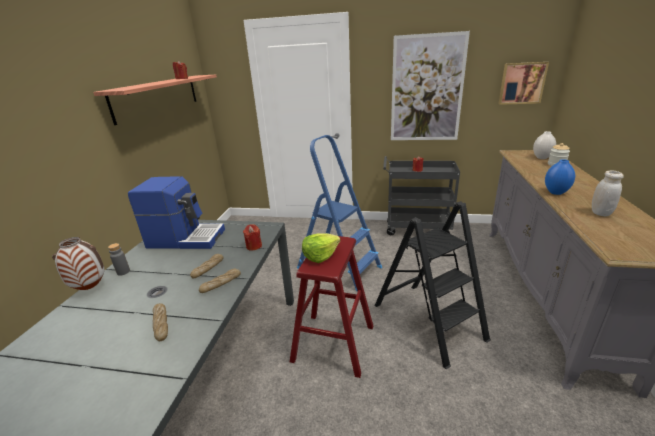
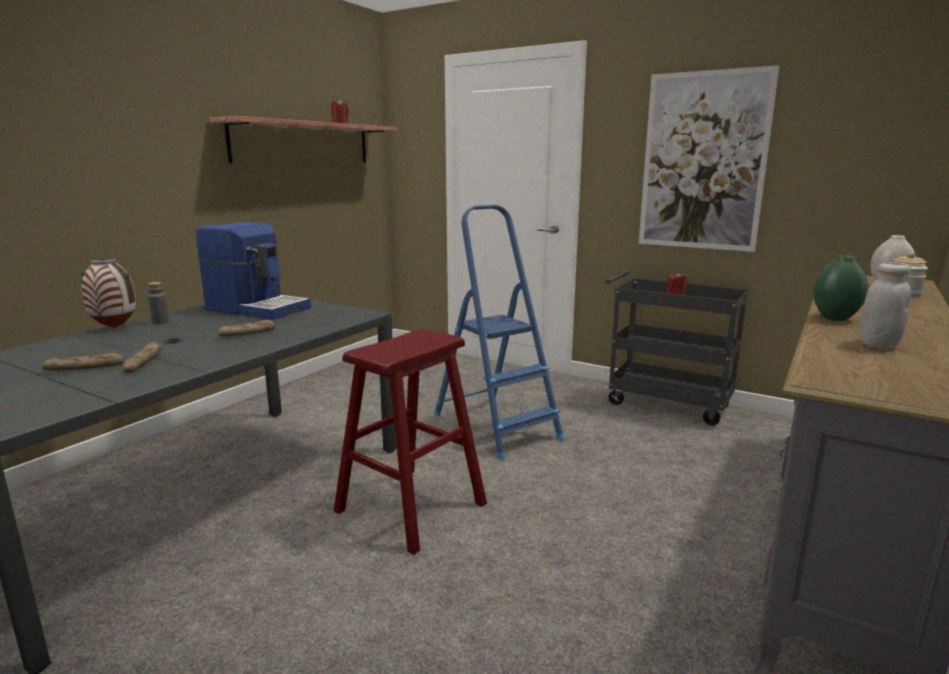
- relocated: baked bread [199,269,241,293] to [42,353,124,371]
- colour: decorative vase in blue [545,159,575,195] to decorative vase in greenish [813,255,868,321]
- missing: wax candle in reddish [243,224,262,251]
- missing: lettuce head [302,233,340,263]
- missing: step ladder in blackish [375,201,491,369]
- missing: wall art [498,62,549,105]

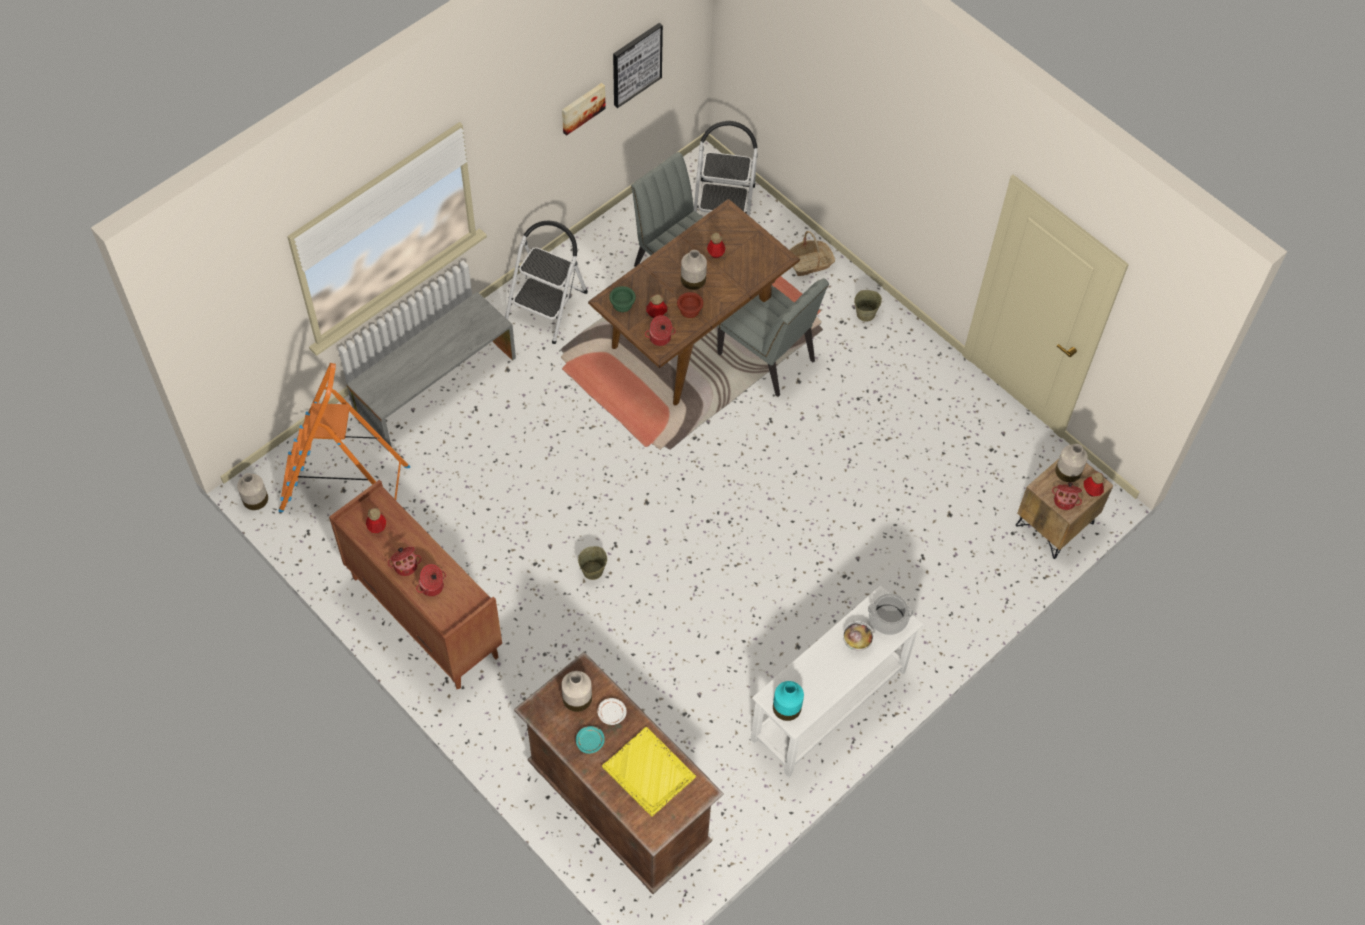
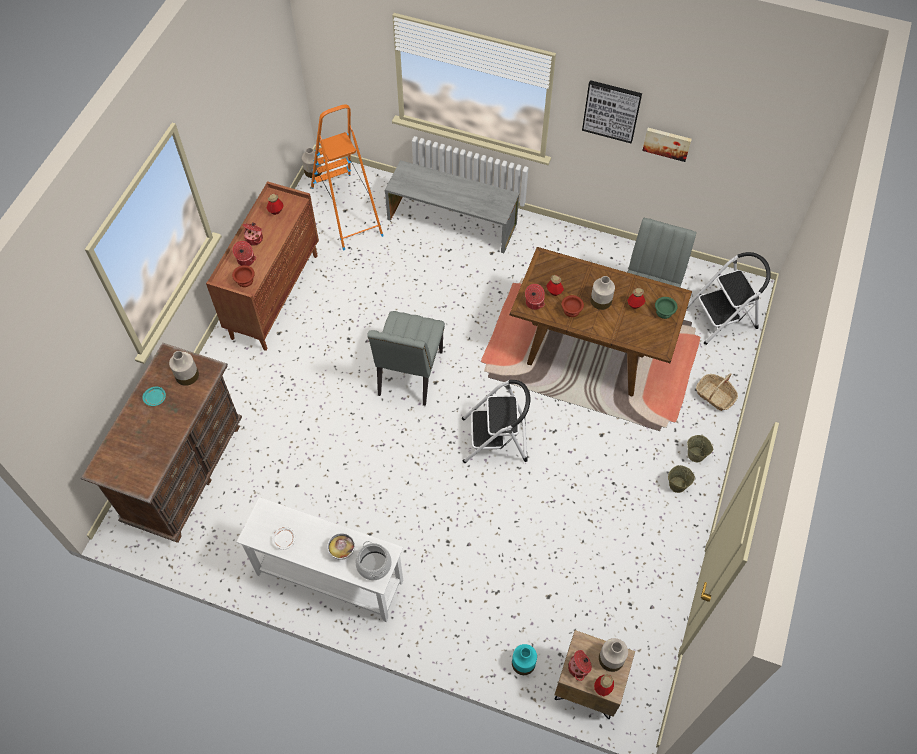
- appeared: bowl in brownish [232,265,255,287]
- relocated: dinner plate in white [597,698,627,725] to [272,527,296,550]
- relocated: plain chair in grey [717,278,829,397] to [367,311,445,406]
- relocated: step ladder [505,221,588,344] to [462,380,530,463]
- relocated: decorative vase in turquoise [773,681,804,721] to [512,644,537,675]
- relocated: wall art [613,23,663,108] to [582,80,642,143]
- relocated: bowl in greenish [609,286,636,312] to [655,297,677,319]
- relocated: water bucket in beige-coloured [578,546,607,580] to [668,465,695,493]
- missing: tray in yellowish [602,727,696,816]

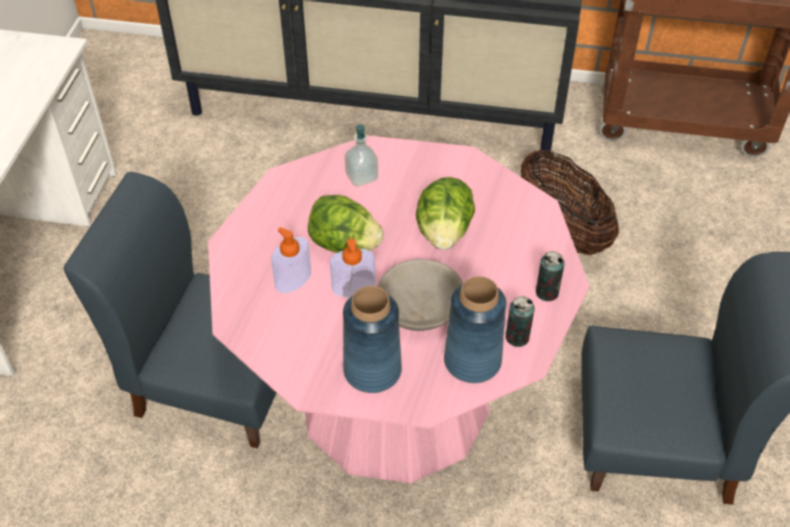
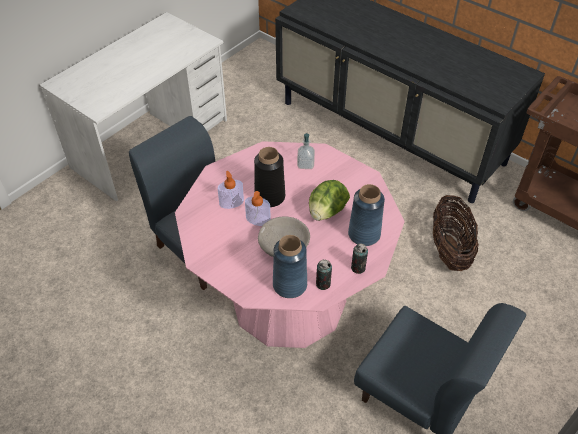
- exchanged: lettuce head [308,195,384,253] to decorative vase in blackish [254,147,285,207]
- relocated: decorative vase in blue [343,286,402,393] to [348,184,385,246]

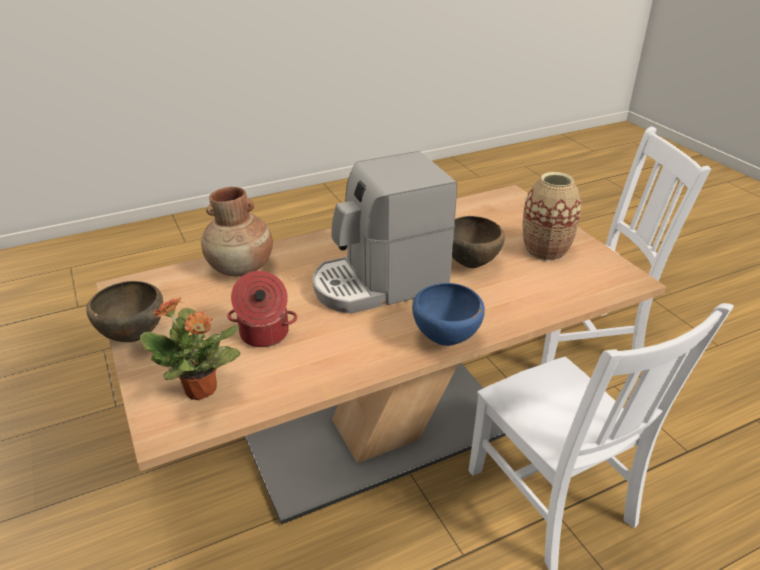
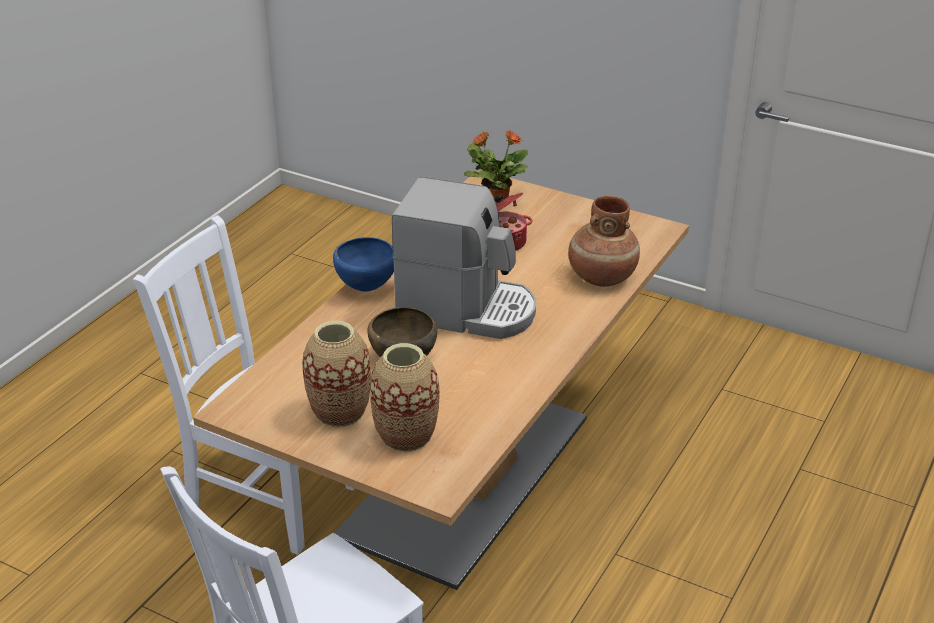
- appeared: decorative vase [370,343,440,452]
- spun: coffee machine [313,151,457,314] = [392,177,536,339] 75 degrees clockwise
- missing: bowl in brownish [86,281,163,342]

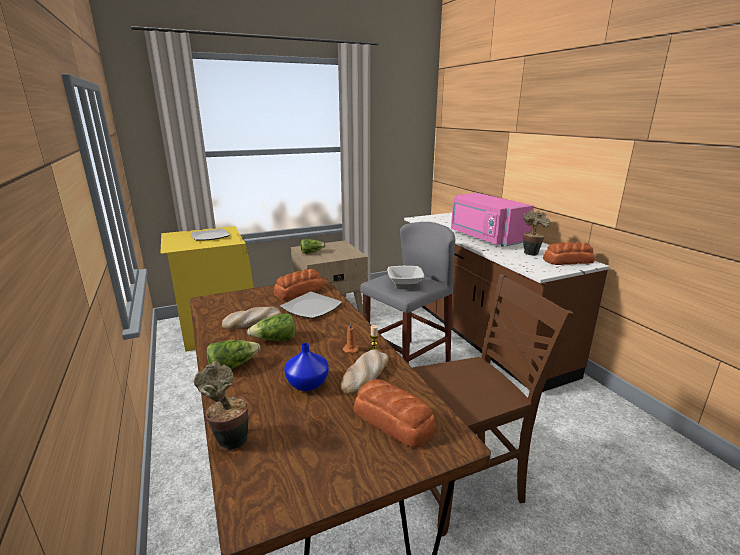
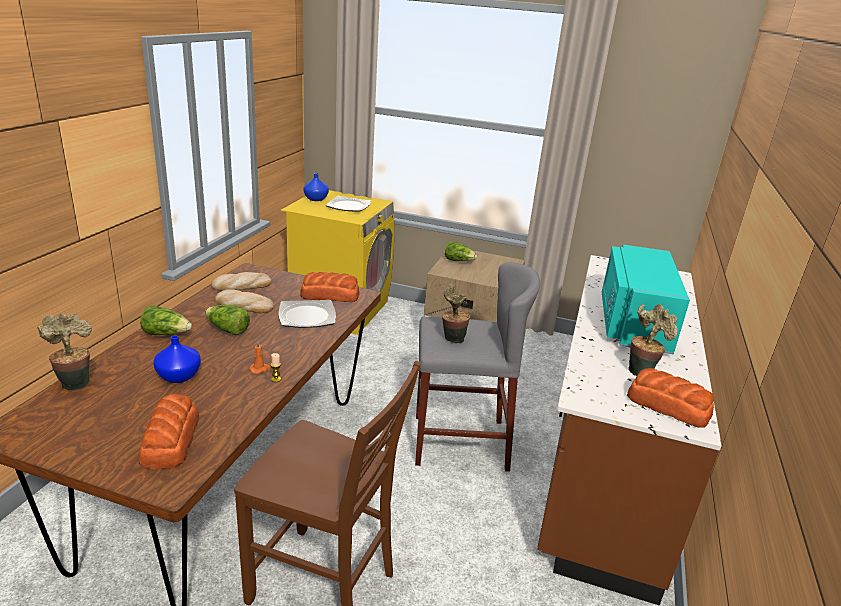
- relocated: baked bread [341,349,389,394] to [211,272,272,291]
- appeared: decorative vase in blue [303,173,329,201]
- exchanged: bowl [387,266,424,289] to plant in a pot [442,283,470,344]
- colour: microwave in pink [451,193,534,247] to microwave in turquoise [602,245,690,355]

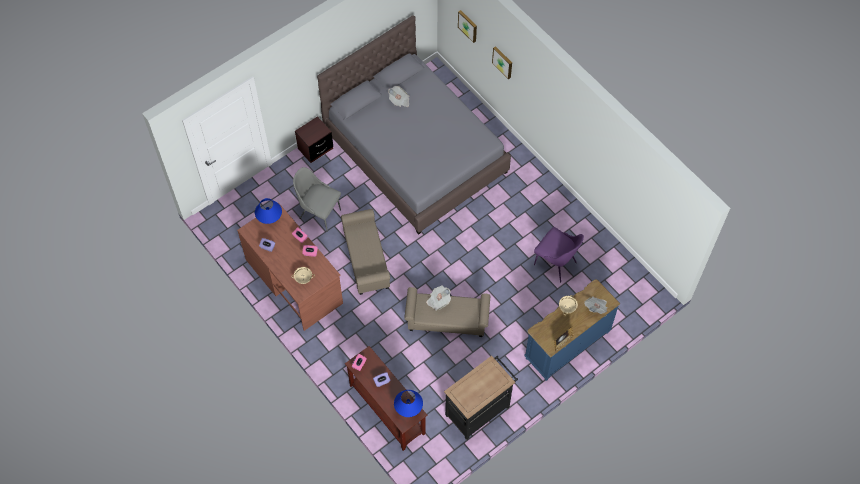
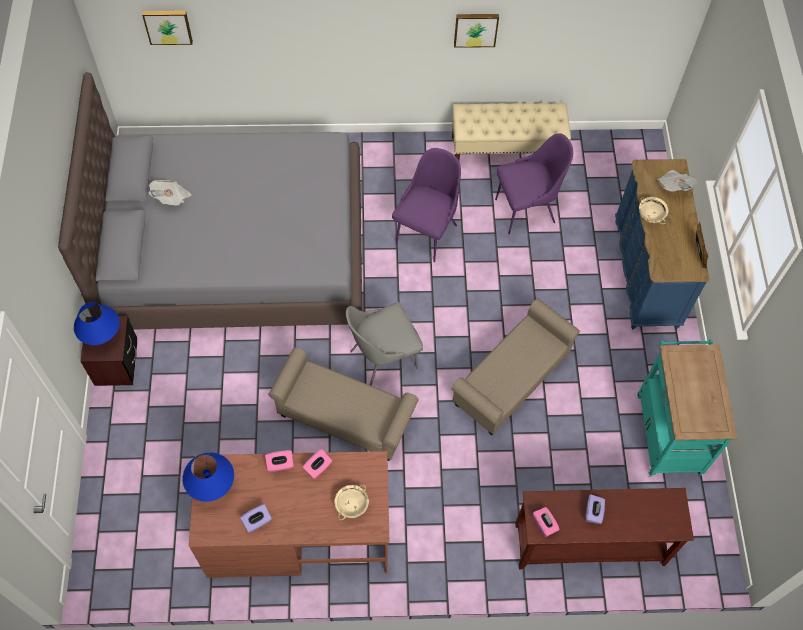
- relocated: table lamp in blue [394,390,423,417] to [74,302,120,345]
- relocated: plain chair in grey [293,167,341,232] to [346,302,423,386]
- appeared: plain chair in purple [392,148,461,262]
- appeared: bench in beige-coloured [452,103,571,160]
- relocated: wall art [492,46,512,79] to [454,14,499,48]
- colour: trolley in blackish [444,356,518,440] to trolley in turquoise [638,339,737,477]
- missing: printed paper [426,286,451,311]

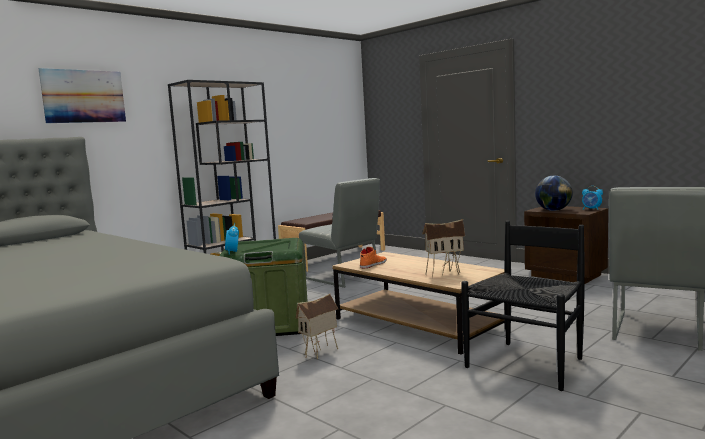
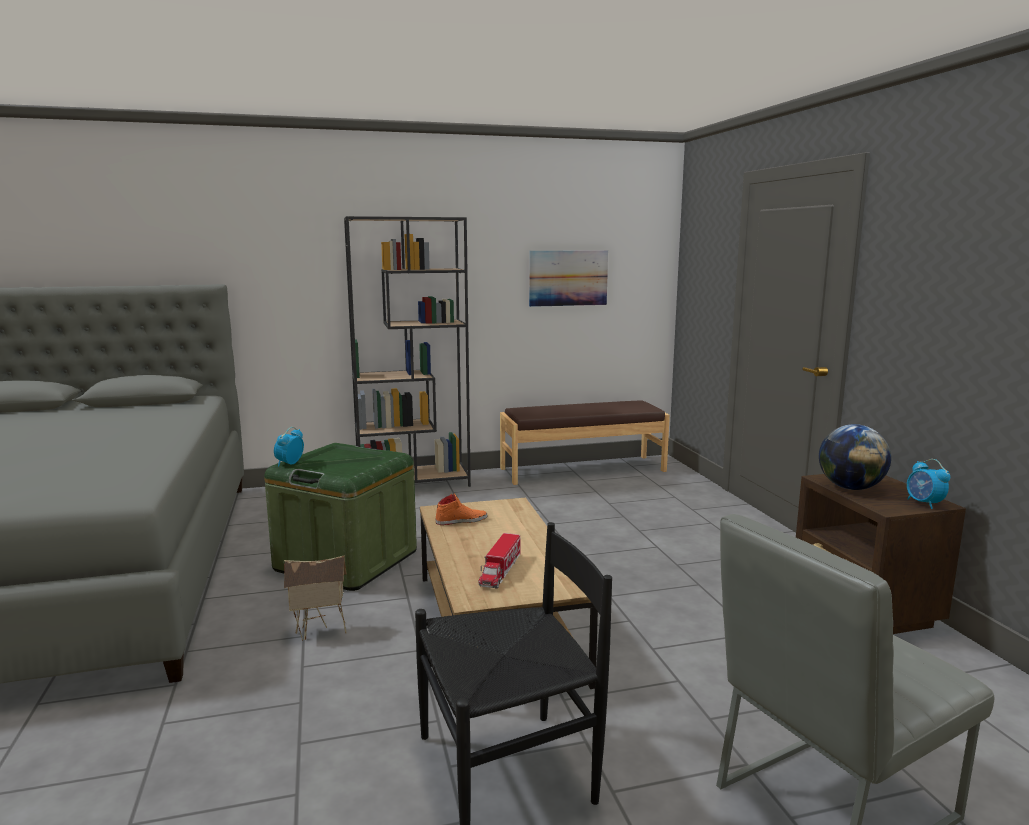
- exchanged: toy house [422,219,465,278] to toy truck [479,533,521,589]
- relocated: wall art [39,68,126,123] to [529,250,608,307]
- missing: plain chair in grey [299,178,380,288]

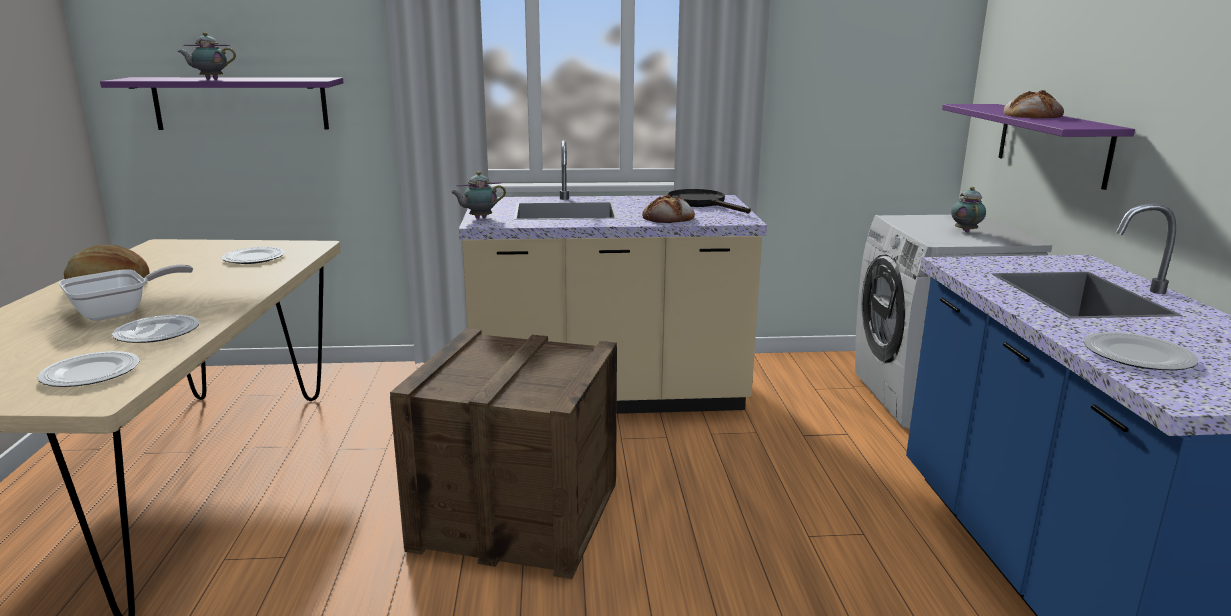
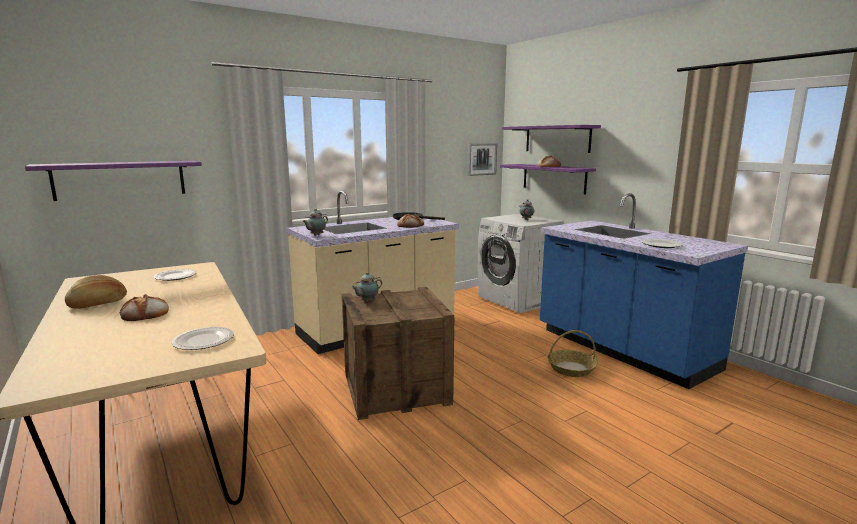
- exchanged: pan [58,265,193,321] to baked bread [119,294,169,321]
- relocated: pot for tea [178,32,236,80] to [351,272,382,302]
- appeared: wall art [467,143,497,176]
- appeared: wall shelf in purple [502,125,601,153]
- appeared: basket [547,330,598,377]
- missing: dinner plate [112,315,199,343]

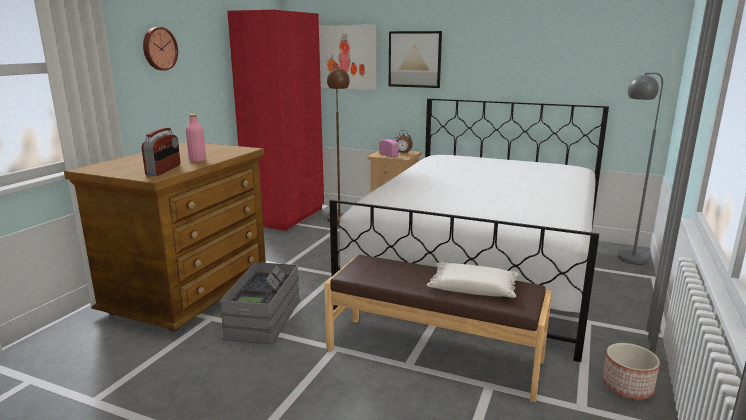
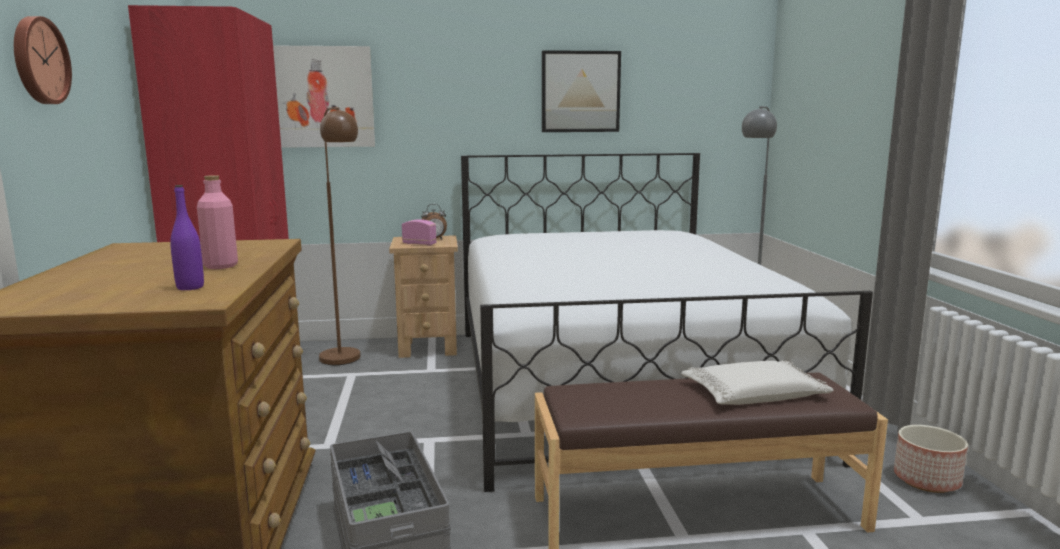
- exchanged: radio set [142,128,180,176] to beverage bottle in purple [170,185,204,290]
- relocated: wall art [389,31,442,88] to [542,50,621,132]

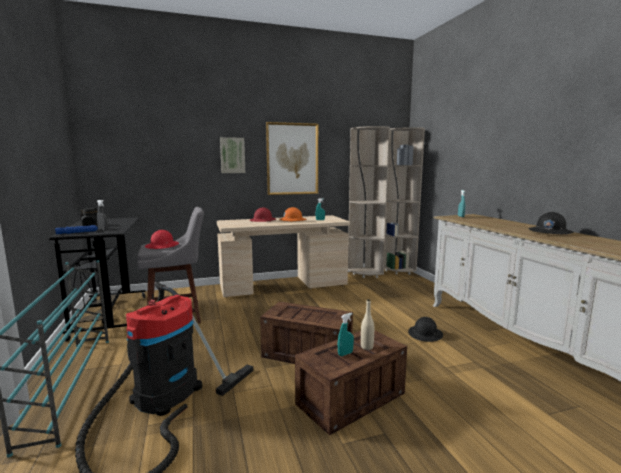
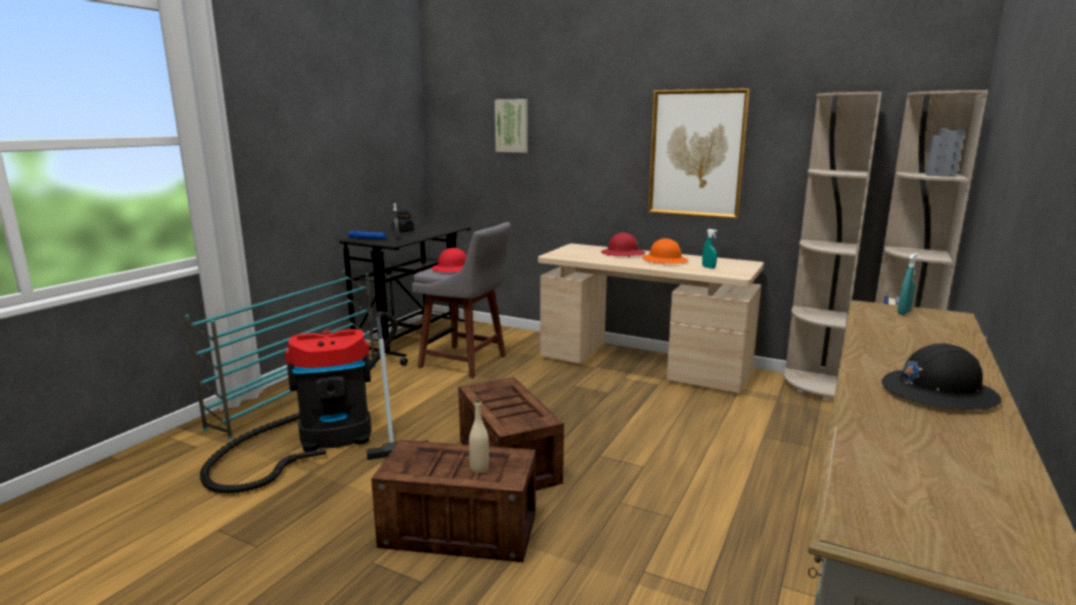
- relocated: wall art [220,137,245,173] to [495,99,528,153]
- missing: spray bottle in turquoise [338,313,354,356]
- missing: safety helmet in blackish [408,317,443,342]

